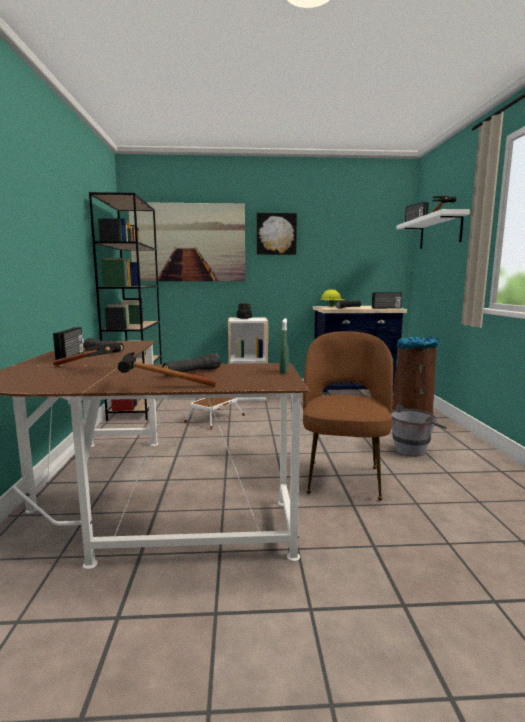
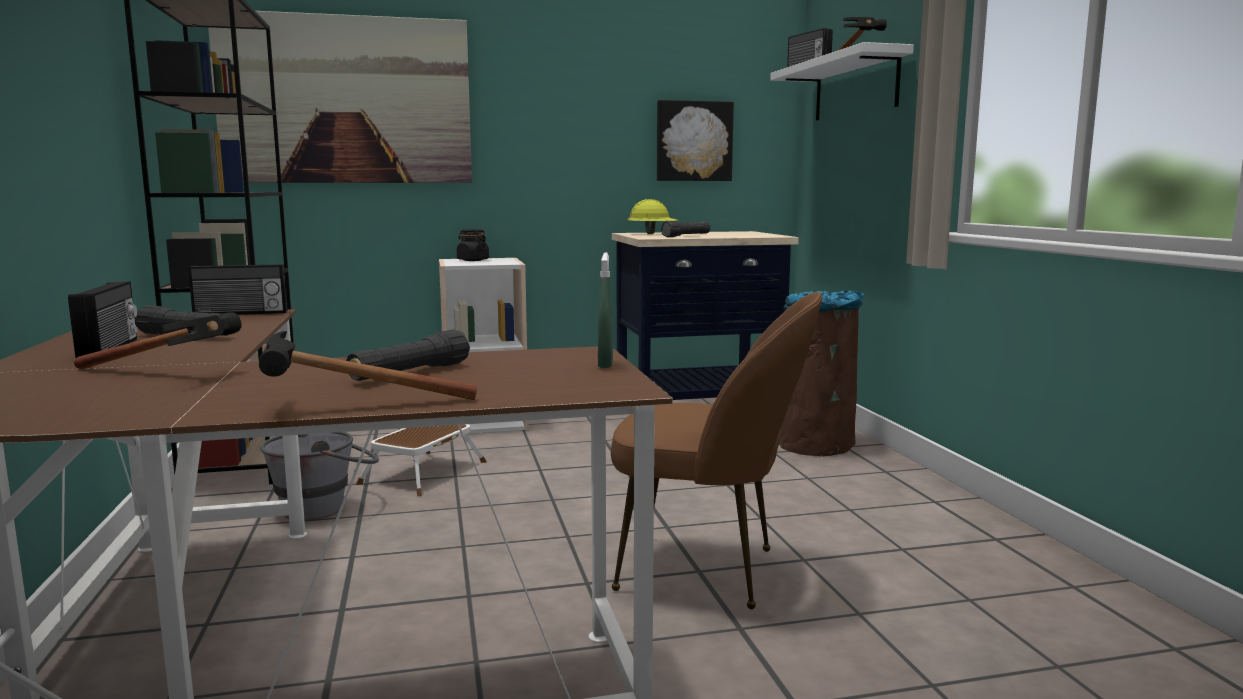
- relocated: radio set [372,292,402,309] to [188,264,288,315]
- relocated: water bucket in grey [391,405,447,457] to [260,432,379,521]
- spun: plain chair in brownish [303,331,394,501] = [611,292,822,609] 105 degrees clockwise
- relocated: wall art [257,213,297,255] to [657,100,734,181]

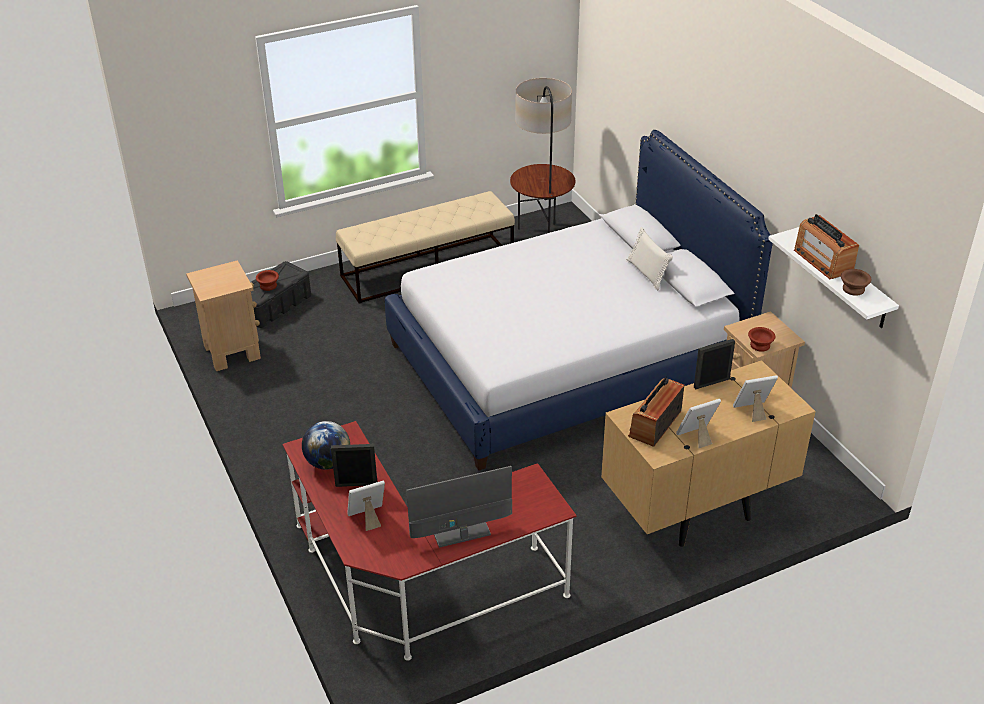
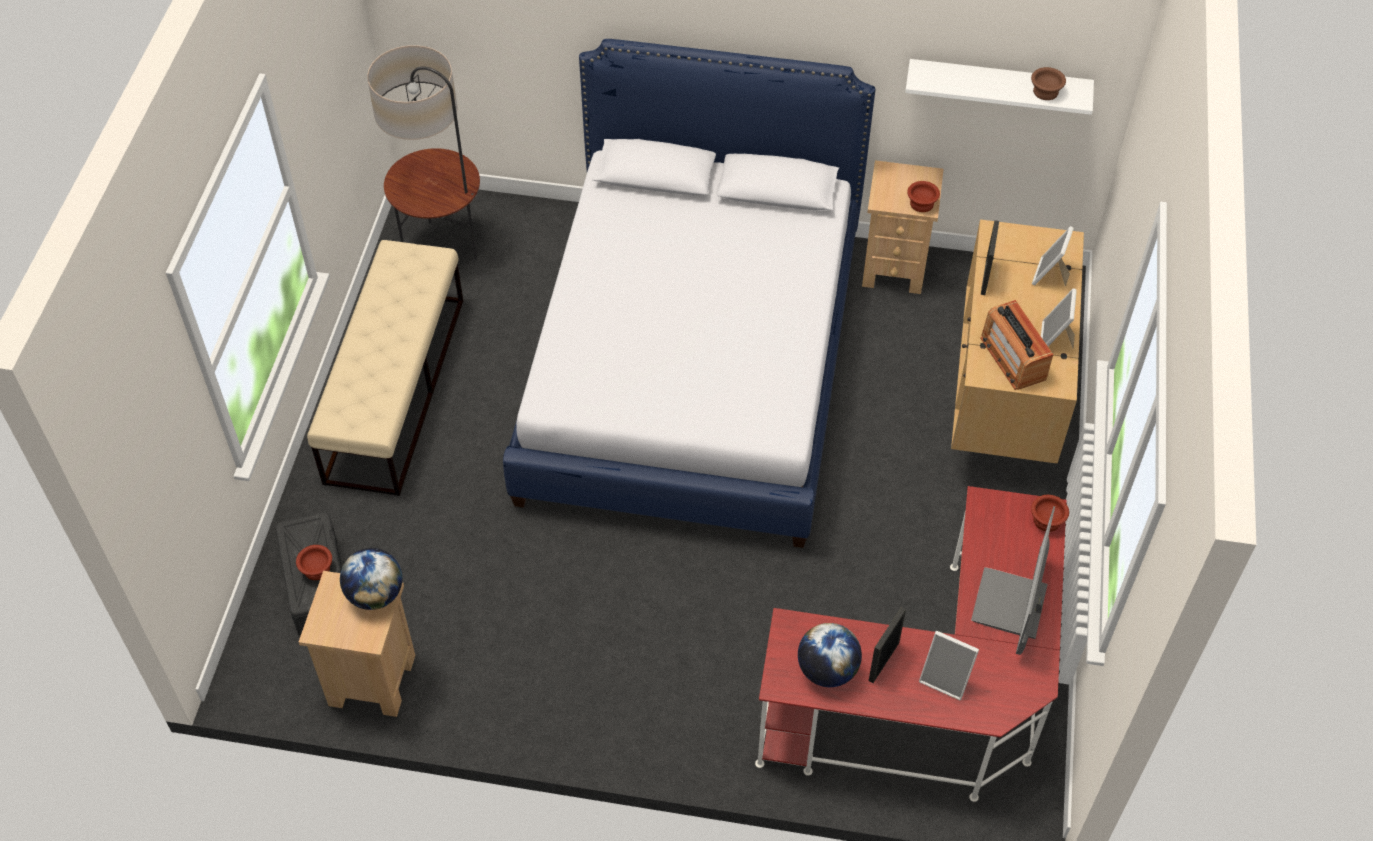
- appeared: desk globe [340,548,402,610]
- spun: standing frame [347,481,385,531] = [919,631,979,700] 75 degrees counterclockwise
- appeared: bowl in brownish [1031,495,1069,532]
- missing: pillow in white [626,227,673,291]
- missing: radio set [794,214,859,279]

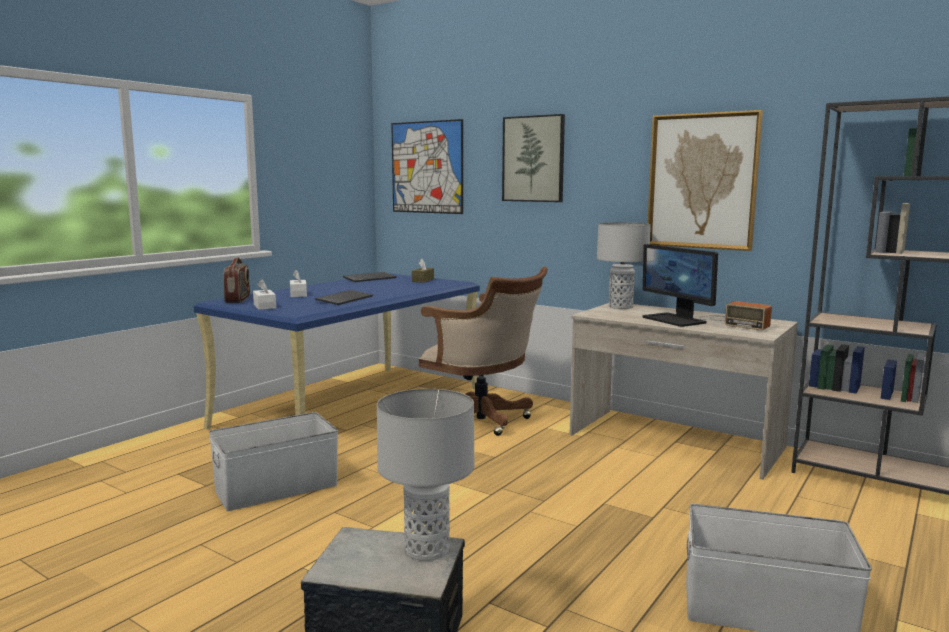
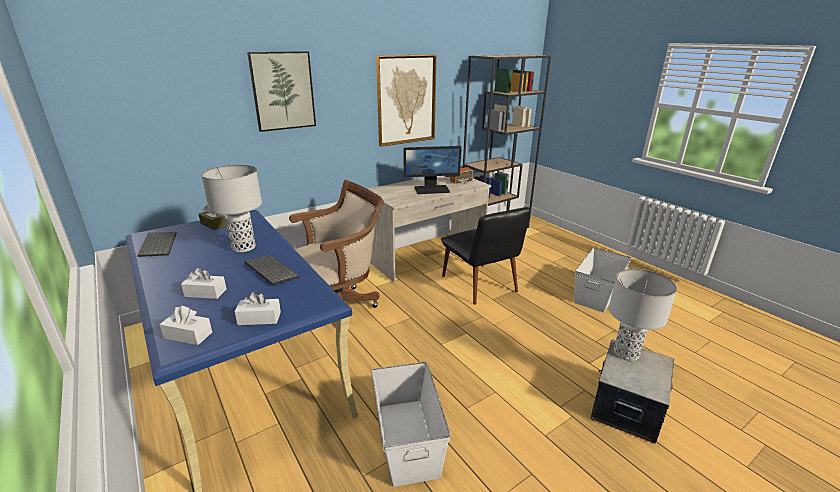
- exchanged: radio set [223,258,250,303] to tissue box in white [159,306,212,345]
- relocated: table lamp in white [597,222,651,309] to [201,165,262,252]
- appeared: plain chair in blackish [441,207,531,305]
- missing: wall art [391,119,463,214]

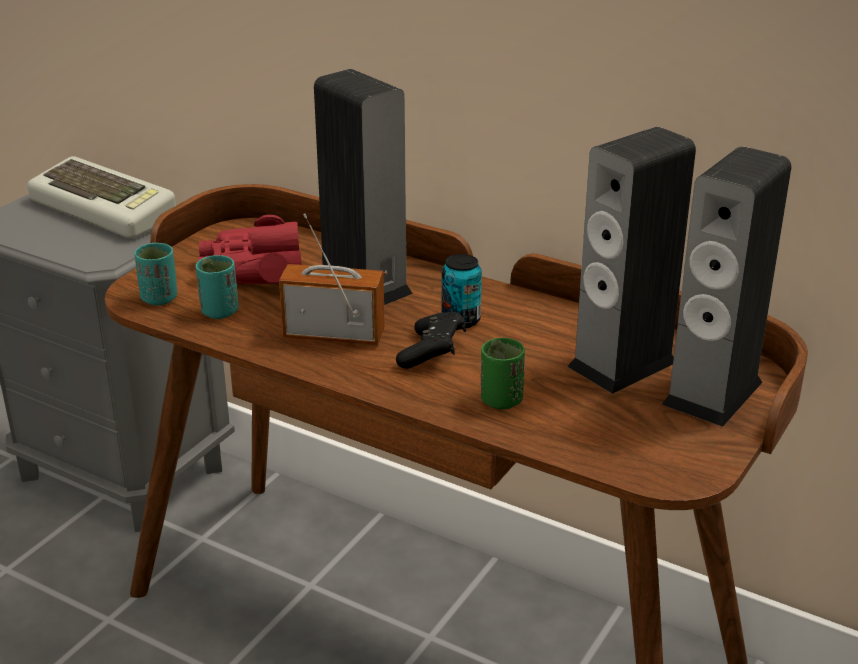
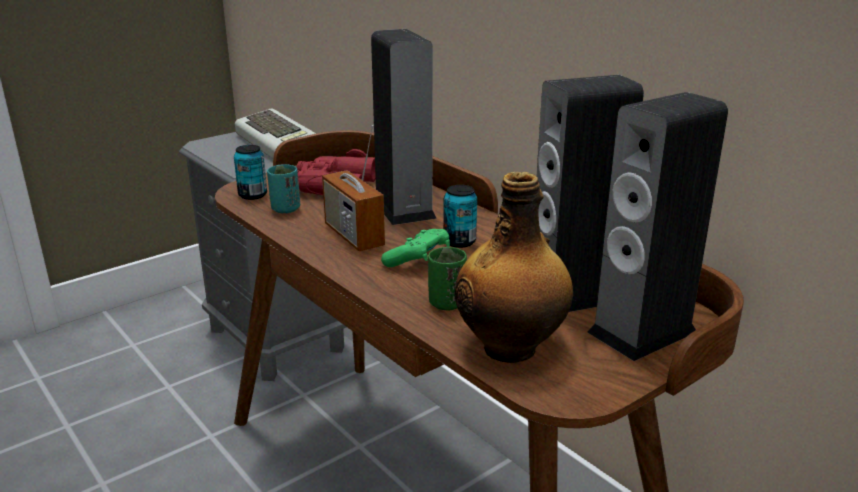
- exchanged: drinking cup in turquoise [134,243,177,305] to metal can [234,145,267,200]
- spun: radio set [279,214,385,345] = [322,125,385,251] 150 degrees counterclockwise
- colour: joypad in blackish [396,312,466,369] to joypad in greenish [381,229,450,267]
- appeared: beverage bottle [455,171,573,363]

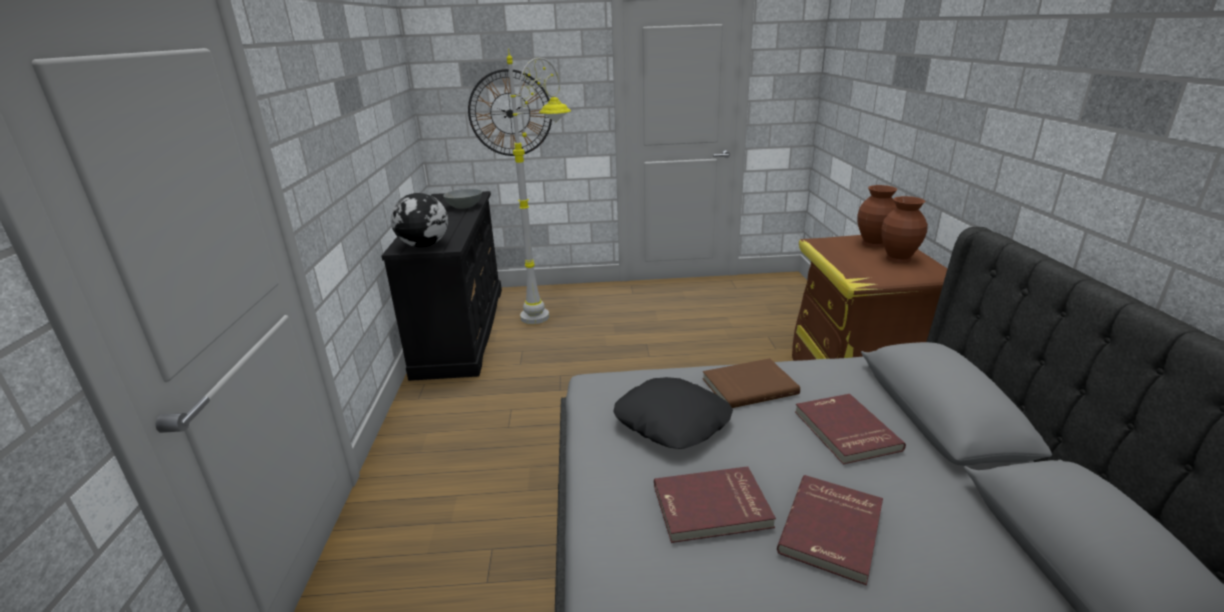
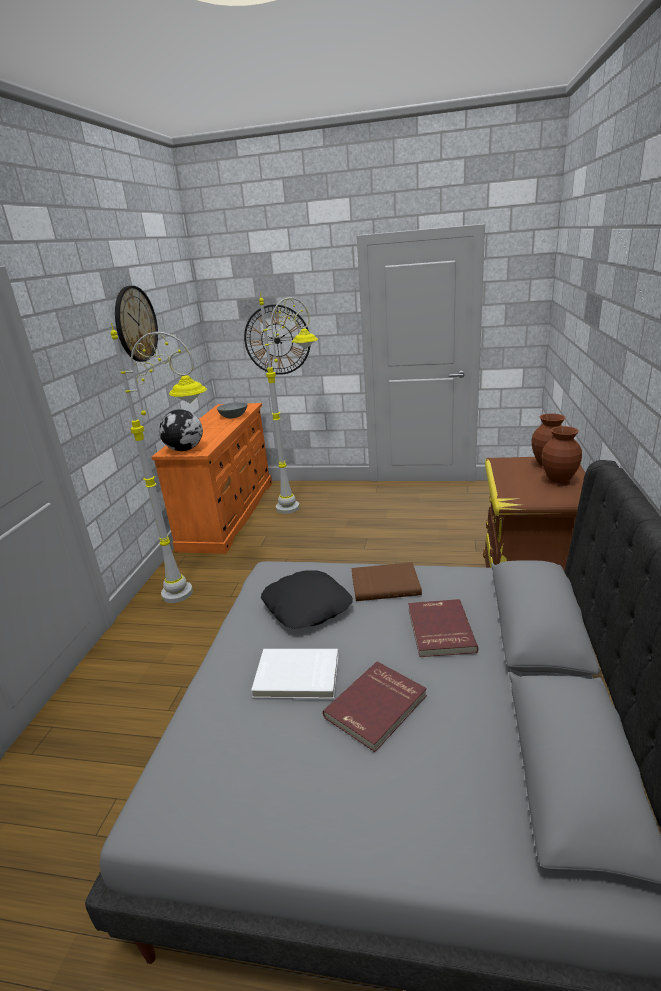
- appeared: floor lamp in grey [111,323,207,603]
- appeared: clock on the wall [115,286,158,362]
- colour: dresser in blackish [382,191,502,381] to dresser in orange [152,403,272,554]
- colour: bound book in reddish [654,466,776,543] to bound book in white [251,649,339,699]

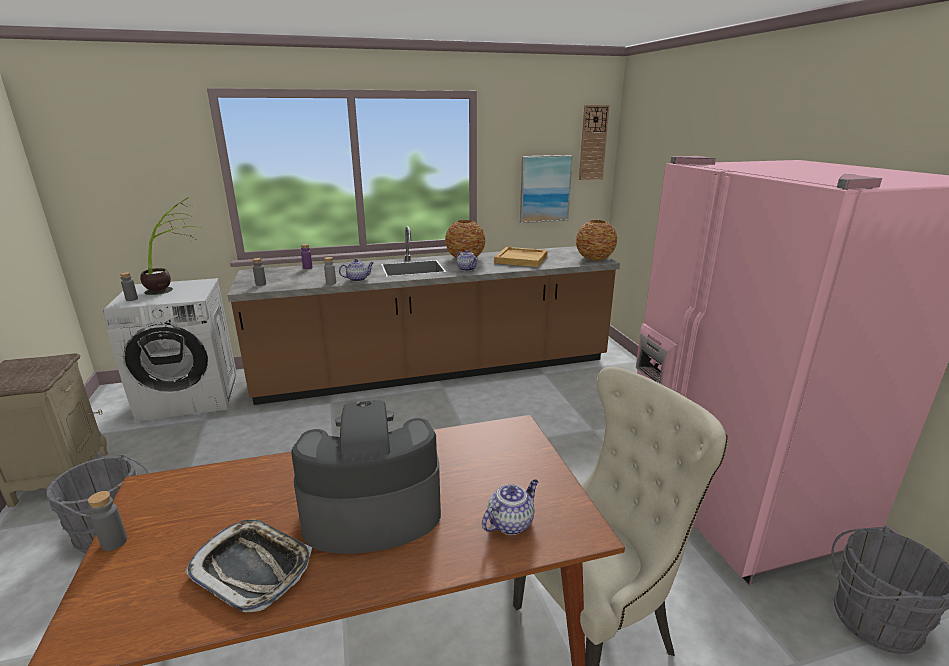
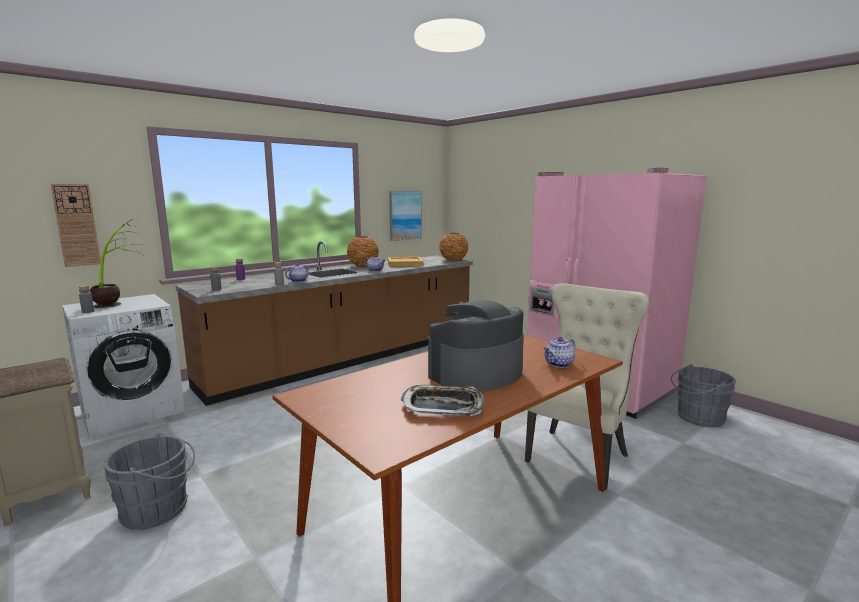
- relocated: clock on the wall [579,105,610,180] to [51,184,101,267]
- spun: pot for tea [482,479,539,535] = [544,337,575,368] 150 degrees counterclockwise
- missing: beverage bottle in grey [87,491,127,551]

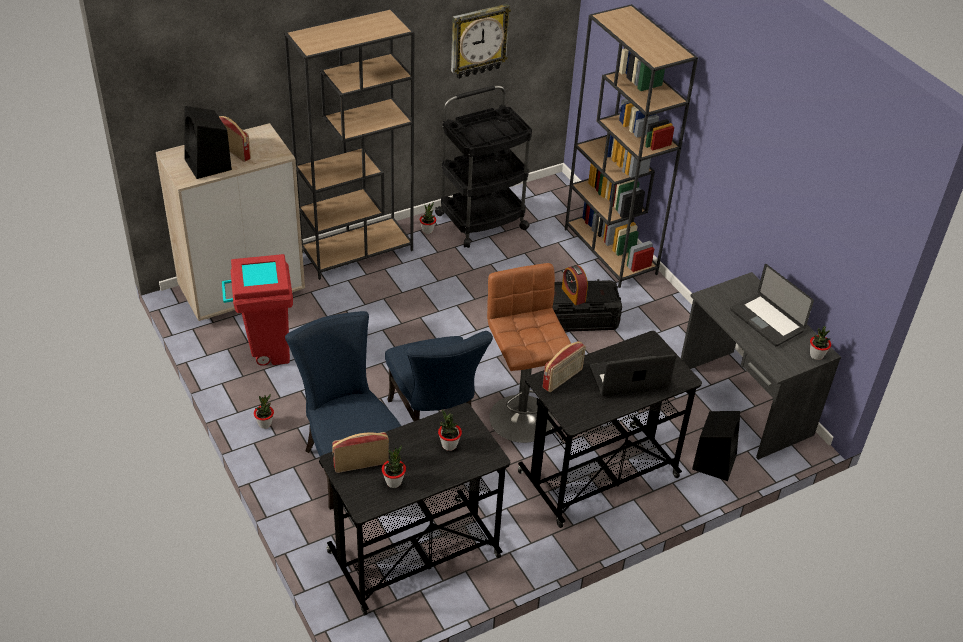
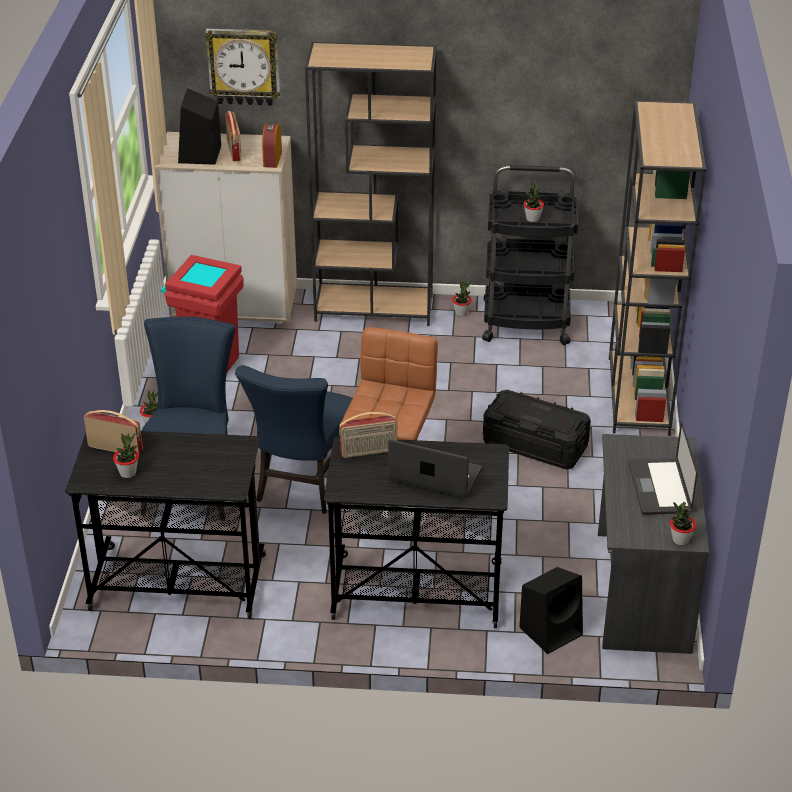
- relocated: clock on the wall [451,4,511,79] to [205,28,280,106]
- relocated: table clock [562,265,588,305] to [262,122,282,168]
- relocated: plant in a pot [438,409,462,451] to [524,180,544,222]

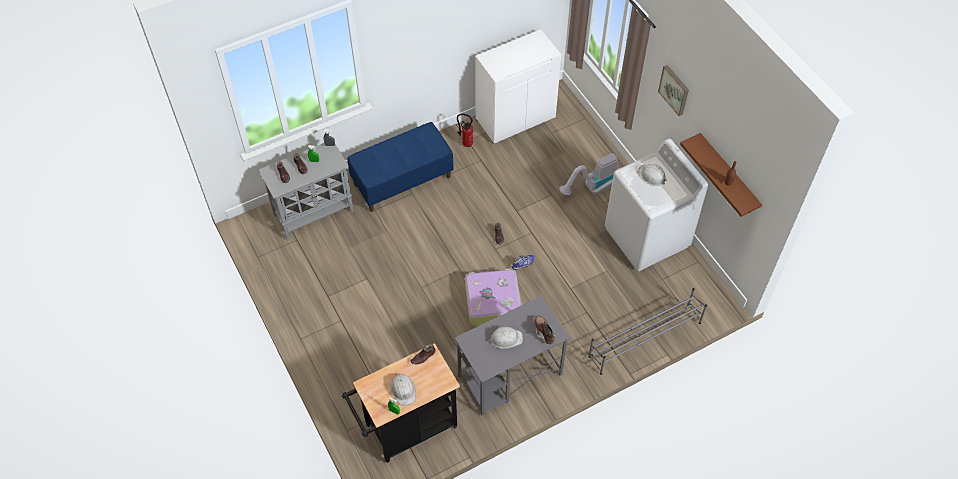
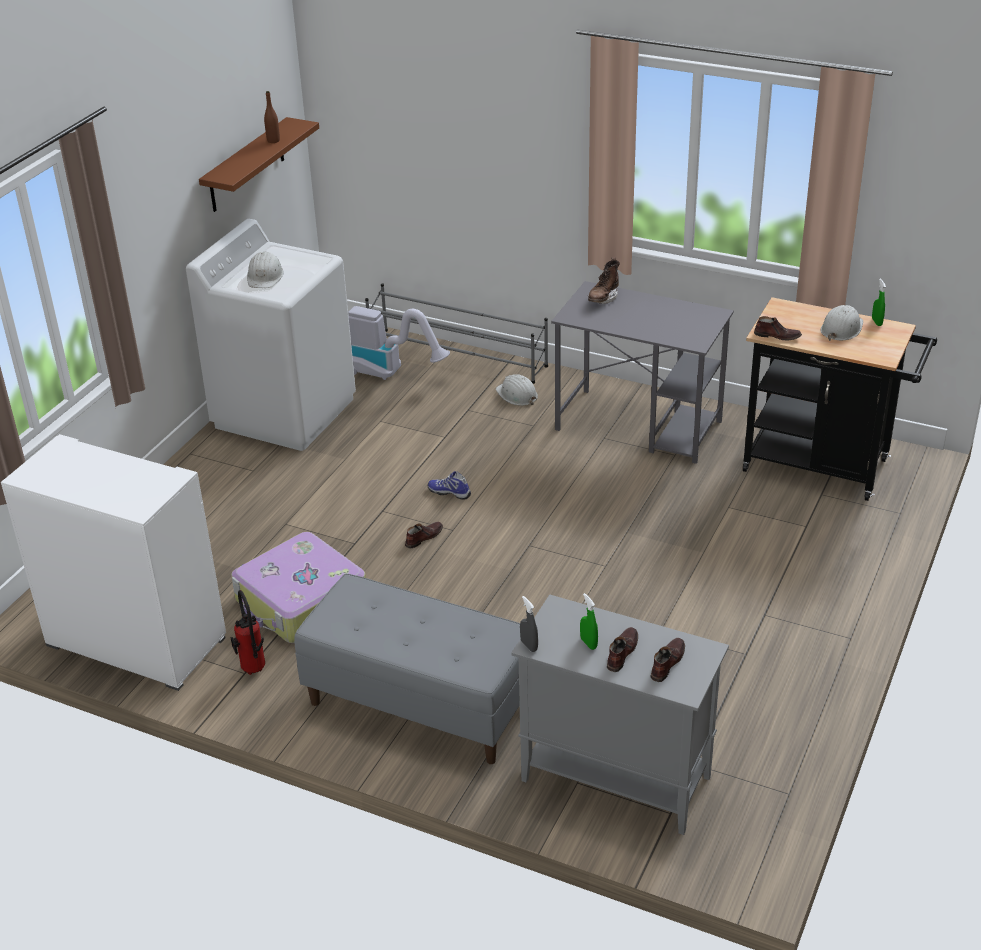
- relocated: travel case [465,269,521,326] to [231,532,366,643]
- colour: bench in blue [347,122,453,212] to bench in grey [294,574,521,764]
- relocated: hoover [559,153,618,195] to [348,306,450,380]
- relocated: safety helmet in white [489,327,523,349] to [496,374,538,405]
- missing: wall art [658,65,689,116]

